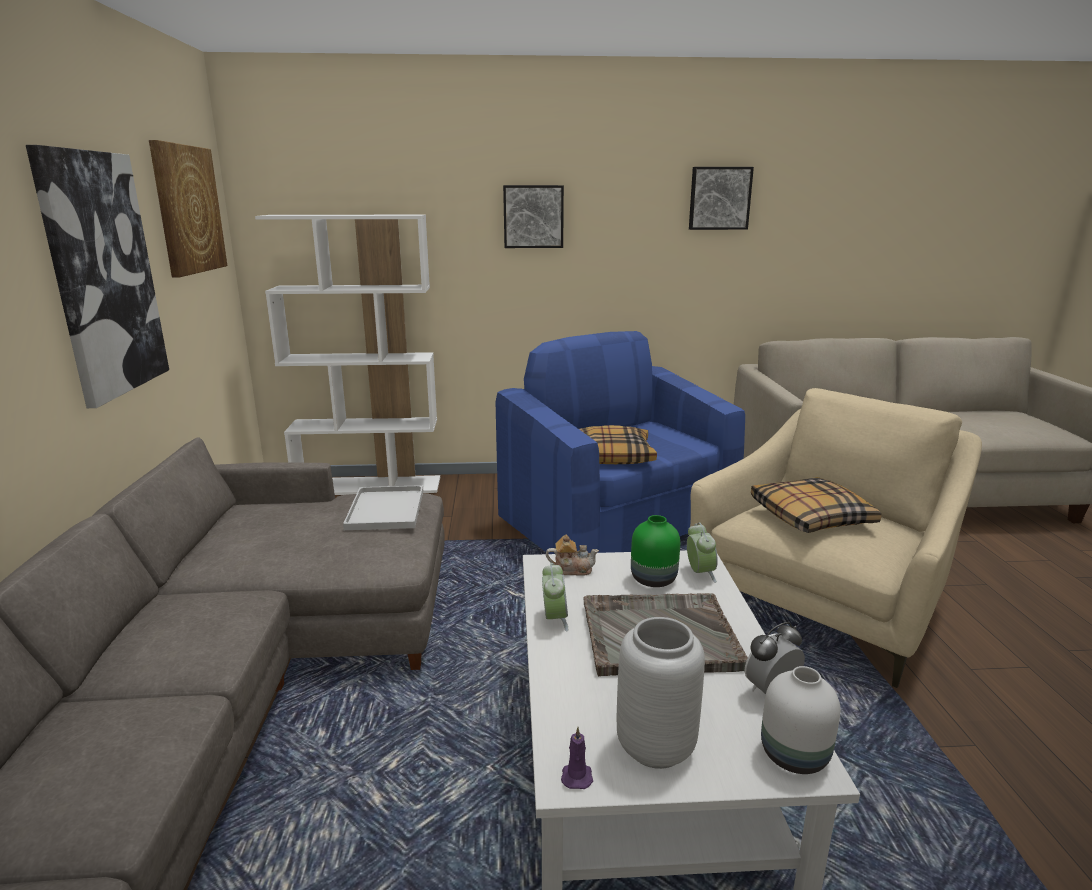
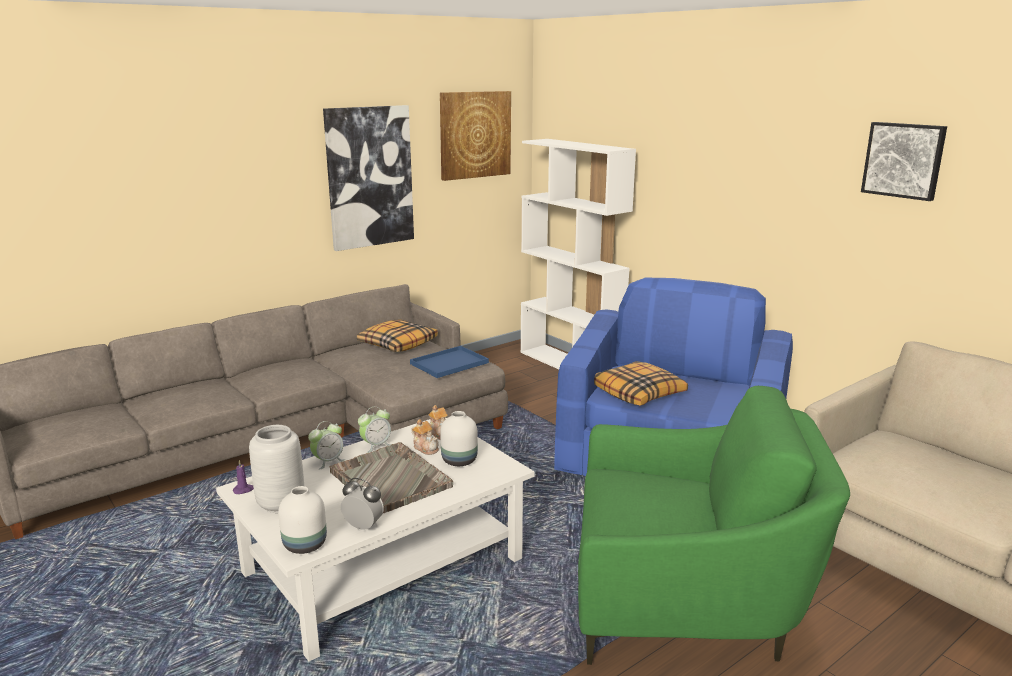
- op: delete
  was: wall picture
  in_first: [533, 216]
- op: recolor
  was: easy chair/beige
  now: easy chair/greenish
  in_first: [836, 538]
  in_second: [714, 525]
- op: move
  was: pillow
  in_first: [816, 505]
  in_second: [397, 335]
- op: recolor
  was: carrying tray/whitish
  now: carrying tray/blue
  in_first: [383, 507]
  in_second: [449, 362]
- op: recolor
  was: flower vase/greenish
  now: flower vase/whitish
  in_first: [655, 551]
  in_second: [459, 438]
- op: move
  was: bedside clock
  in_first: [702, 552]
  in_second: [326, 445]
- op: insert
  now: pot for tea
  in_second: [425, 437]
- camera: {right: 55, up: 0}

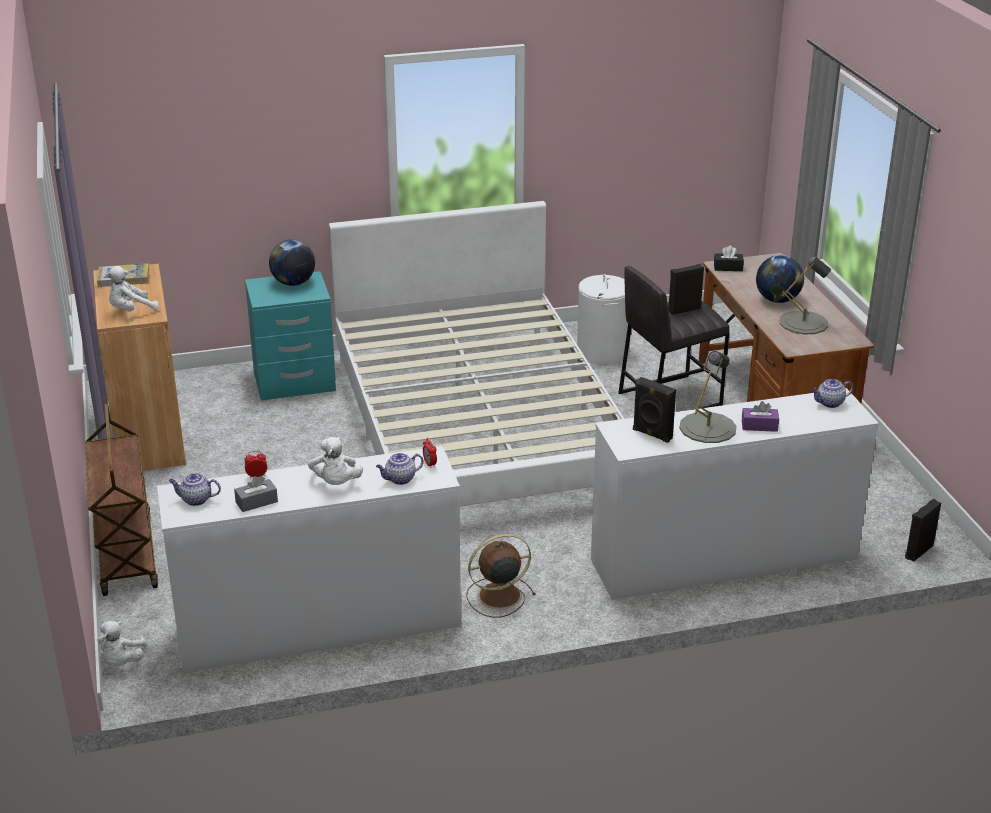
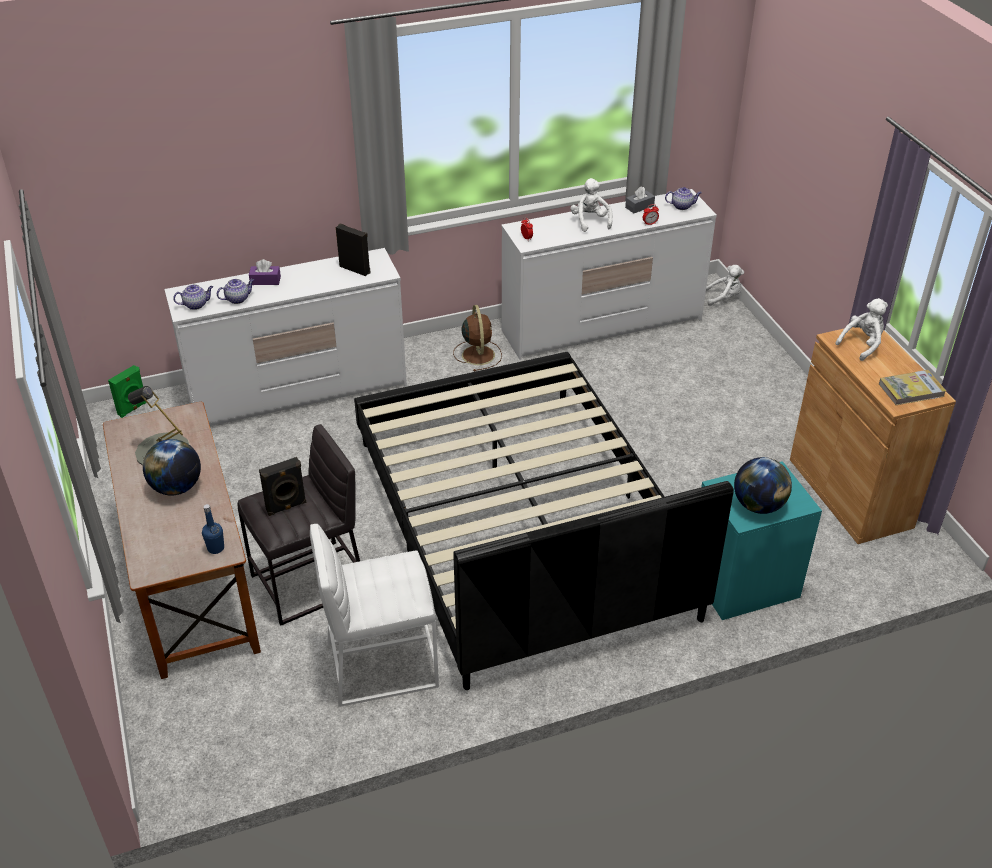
- op: recolor
  was: bed/whitish
  now: bed/black-coloured
  in_first: [476, 354]
  in_second: [544, 521]
- op: replace
  was: tissue box/black-coloured
  now: drink bottle/blue
  in_first: [729, 258]
  in_second: [213, 529]
- op: replace
  was: washing basket/whitish
  now: stool seat/whitish
  in_first: [602, 319]
  in_second: [374, 615]
- op: delete
  was: lamp for a table/grey
  in_first: [708, 397]
- op: delete
  was: cart/brown-coloured
  in_first: [121, 499]
- op: move
  was: pot for tea
  in_first: [400, 469]
  in_second: [235, 291]
- op: recolor
  was: loudspeaker/black-coloured
  now: loudspeaker/greenish
  in_first: [923, 530]
  in_second: [127, 391]
- op: rotate
  was: cooling fan/brown-coloured
  in_first: [501, 576]
  in_second: [477, 338]
  clockwise: -75
- op: rotate
  was: cuddly toy/whitish
  in_first: [122, 643]
  in_second: [725, 285]
  clockwise: 90
- camera: {right: 175, up: 10}

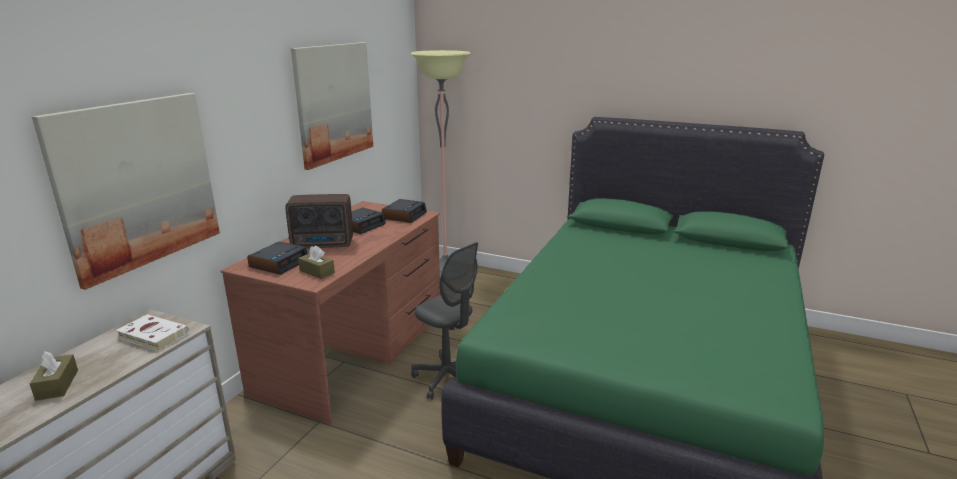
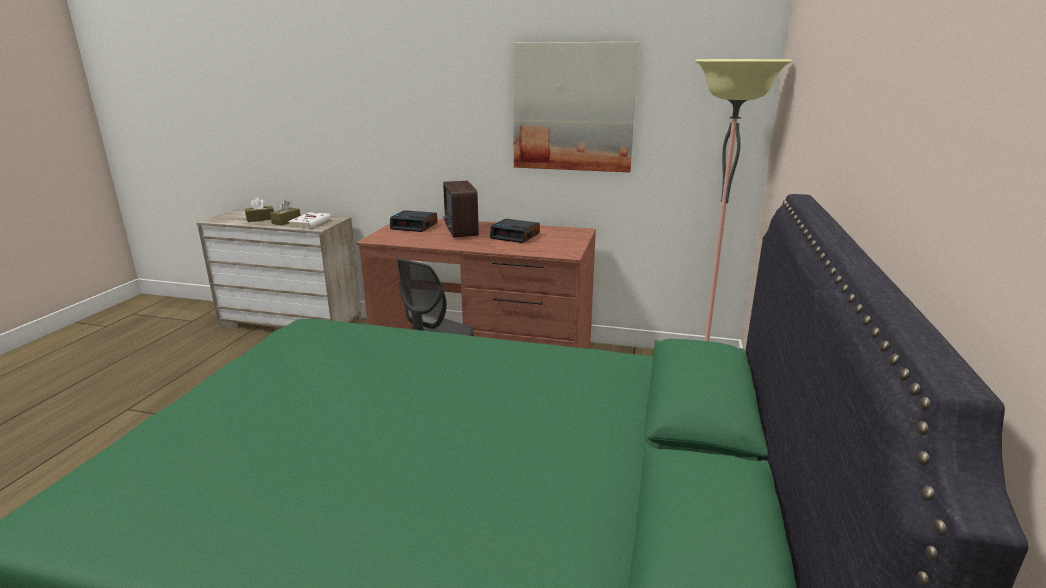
- op: delete
  was: wall picture
  in_first: [126, 191]
- op: delete
  was: bedside clock
  in_first: [404, 211]
- op: move
  was: tissue box/brown-coloured
  in_first: [316, 262]
  in_second: [285, 212]
- camera: {right: 80, up: 0}

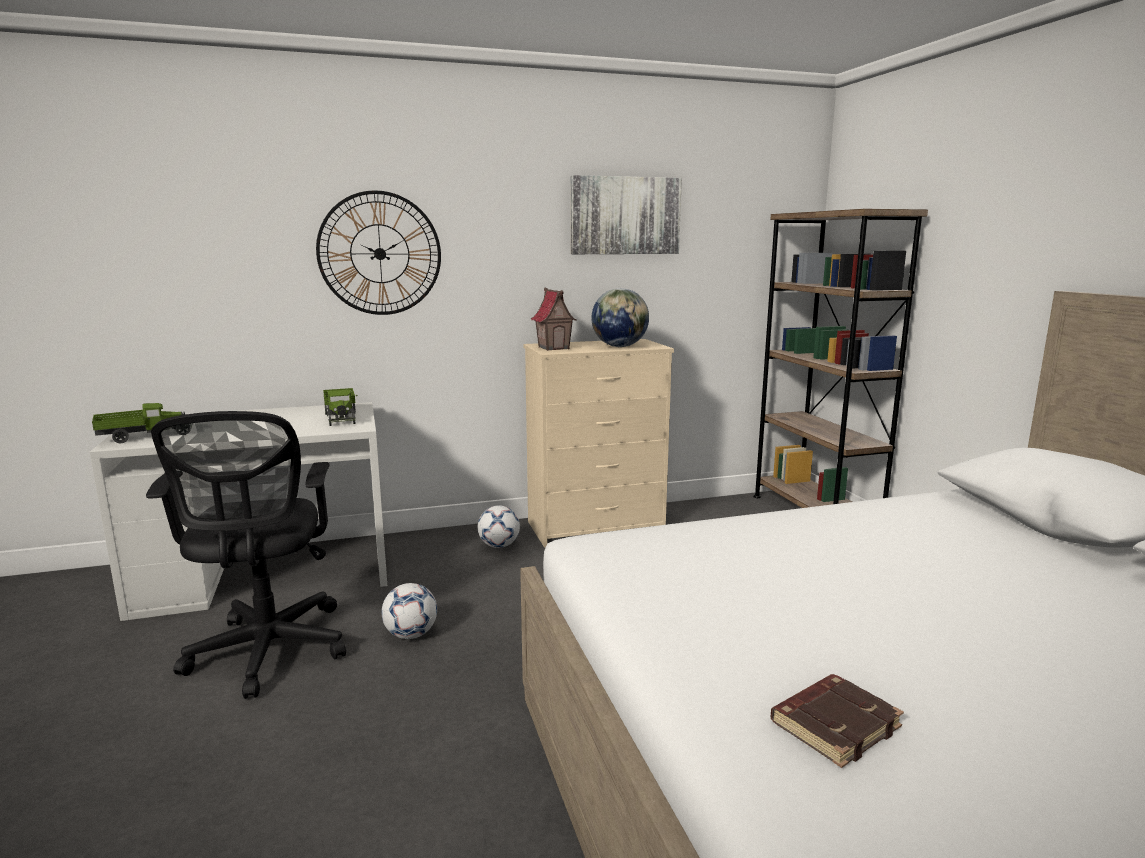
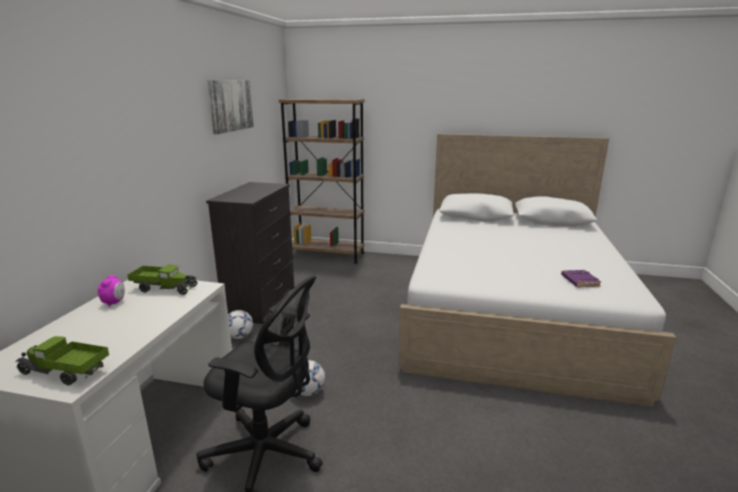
- op: delete
  was: hanging clock
  in_first: [378, 252]
- op: delete
  was: miniature house
  in_first: [554, 319]
- op: delete
  was: world globe
  in_first: [620, 317]
- op: recolor
  was: chest of drawers/beige
  now: chest of drawers/black-coloured
  in_first: [598, 443]
  in_second: [250, 253]
- op: rotate
  was: toy truck
  in_first: [139, 423]
  in_second: [62, 361]
  clockwise: -75
- op: recolor
  was: volume/brown-coloured
  now: volume/purplish
  in_first: [837, 721]
  in_second: [581, 278]
- op: insert
  now: bedside clock
  in_second: [111, 291]
- camera: {right: -60, up: 5}

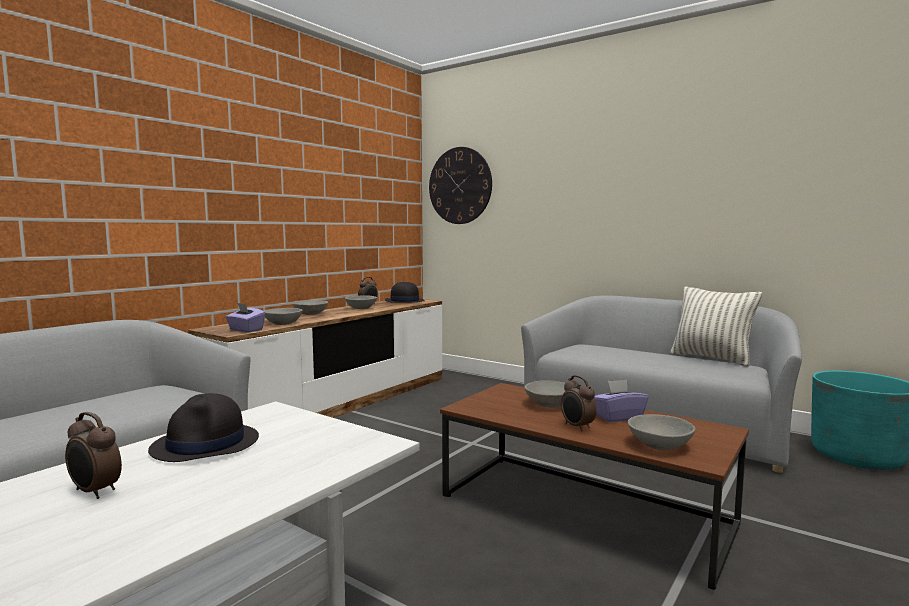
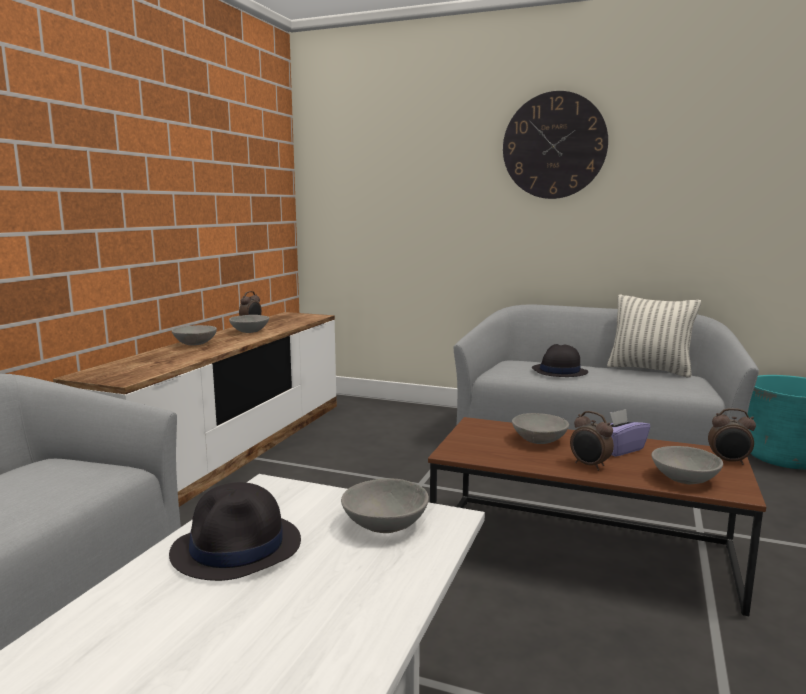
- op: move
  was: hanging clock
  in_first: [460, 185]
  in_second: [555, 145]
- op: move
  was: wearable hat/black-coloured
  in_first: [404, 292]
  in_second: [560, 360]
- op: delete
  was: tissue box/purplish
  in_first: [245, 317]
- op: move
  was: bowl/grey
  in_first: [283, 316]
  in_second: [385, 505]
- op: move
  was: bedside clock
  in_first: [93, 455]
  in_second: [732, 436]
- camera: {right: -15, up: 5}

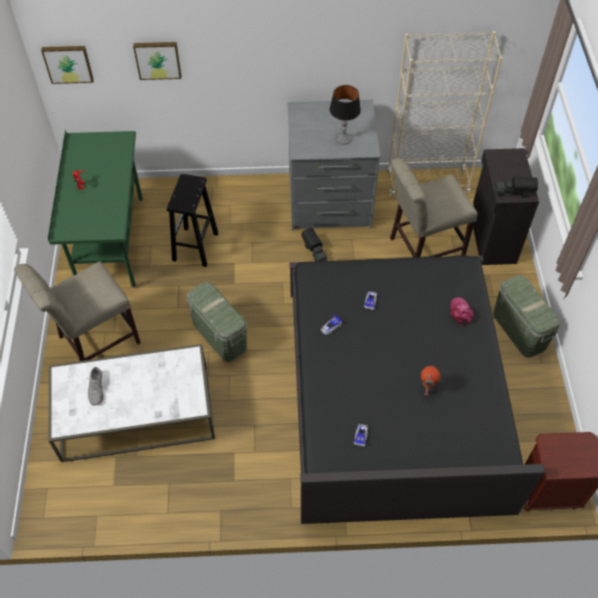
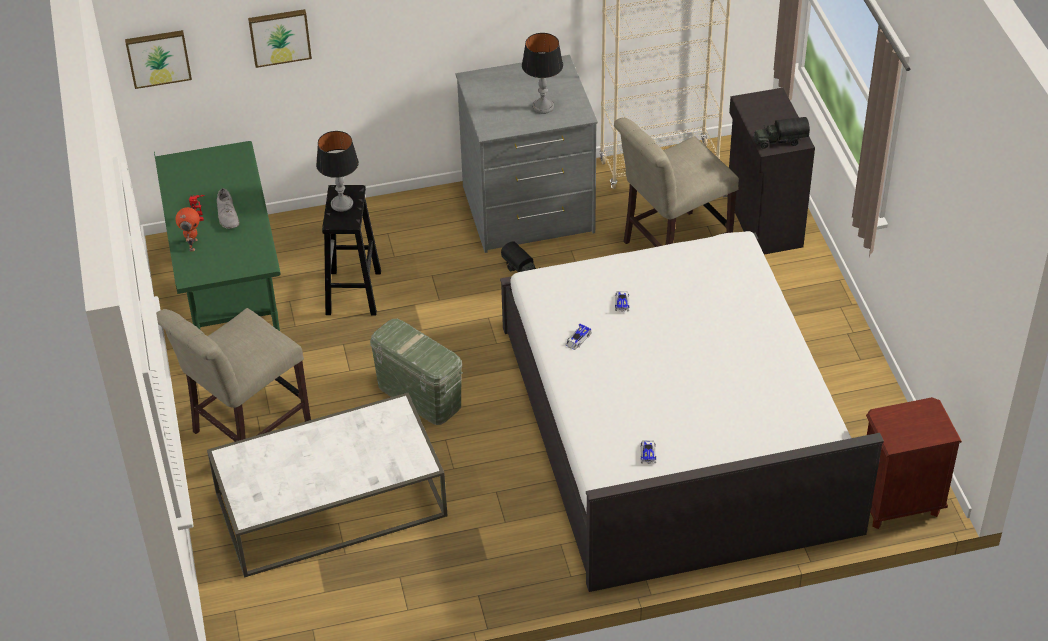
- op: recolor
  was: bed/black-coloured
  now: bed/whitish
  in_first: [417, 389]
  in_second: [692, 411]
- op: delete
  was: storage box/greenish
  in_first: [527, 316]
- op: delete
  was: peaked cap/pinkish
  in_first: [461, 311]
- op: move
  was: toy robot
  in_first: [430, 381]
  in_second: [188, 229]
- op: move
  was: shoe/grey
  in_first: [95, 386]
  in_second: [228, 208]
- op: insert
  now: lamp for a table
  in_second: [337, 171]
- camera: {right: -10, up: -10}

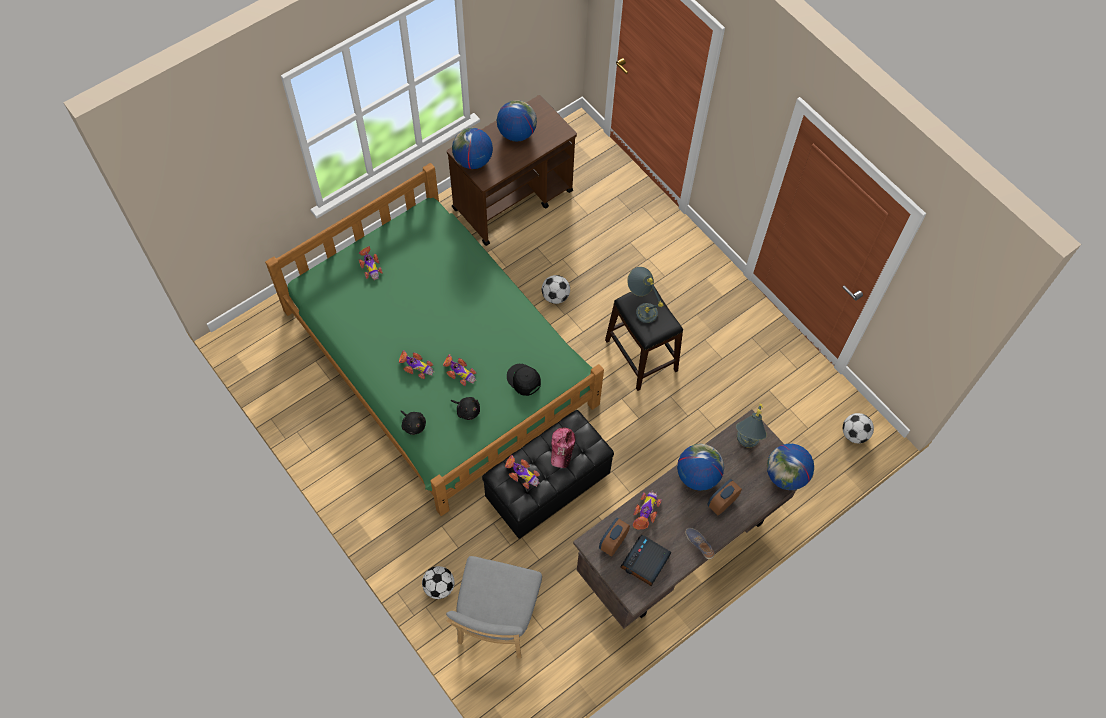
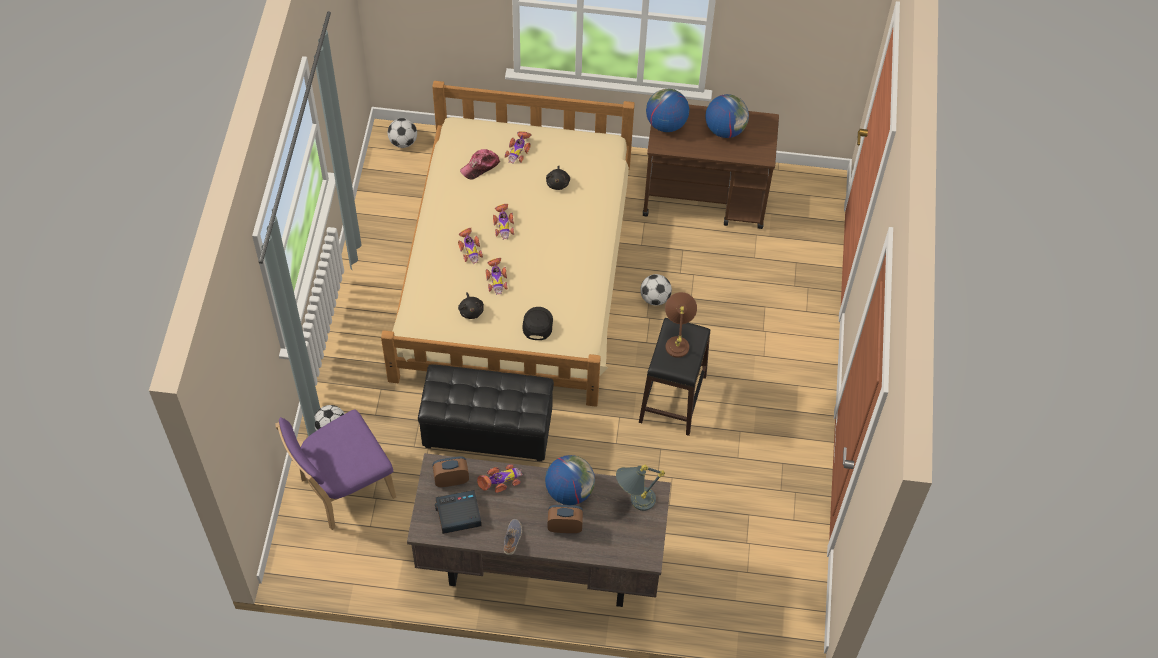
- op: recolor
  was: bed/greenish
  now: bed/beige
  in_first: [434, 339]
  in_second: [508, 244]
- op: recolor
  was: lamp for a table/grey
  now: lamp for a table/brown-coloured
  in_first: [645, 295]
  in_second: [681, 325]
- op: move
  was: cuddly toy/black-coloured
  in_first: [413, 422]
  in_second: [558, 177]
- op: move
  was: football
  in_first: [858, 428]
  in_second: [402, 133]
- op: move
  was: peaked cap
  in_first: [563, 447]
  in_second: [480, 164]
- op: delete
  was: world globe
  in_first: [790, 467]
- op: move
  was: toy car
  in_first: [522, 472]
  in_second: [503, 222]
- op: recolor
  was: chair/grey
  now: chair/purplish
  in_first: [494, 607]
  in_second: [335, 469]
- camera: {right: 45, up: -5}

